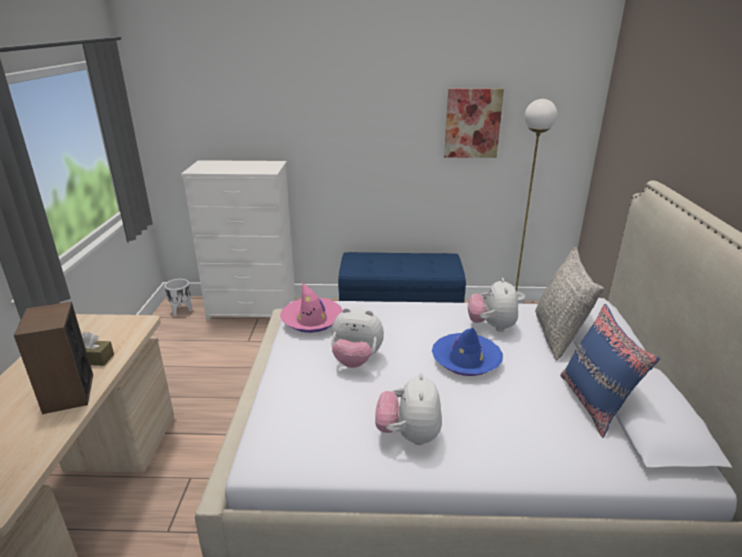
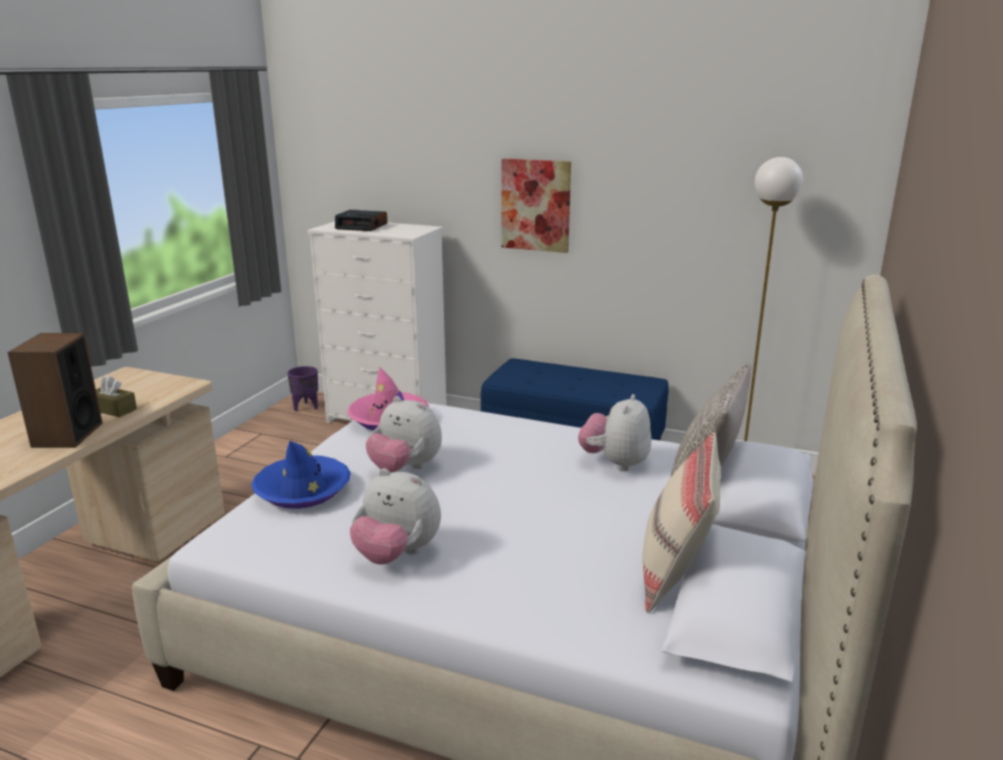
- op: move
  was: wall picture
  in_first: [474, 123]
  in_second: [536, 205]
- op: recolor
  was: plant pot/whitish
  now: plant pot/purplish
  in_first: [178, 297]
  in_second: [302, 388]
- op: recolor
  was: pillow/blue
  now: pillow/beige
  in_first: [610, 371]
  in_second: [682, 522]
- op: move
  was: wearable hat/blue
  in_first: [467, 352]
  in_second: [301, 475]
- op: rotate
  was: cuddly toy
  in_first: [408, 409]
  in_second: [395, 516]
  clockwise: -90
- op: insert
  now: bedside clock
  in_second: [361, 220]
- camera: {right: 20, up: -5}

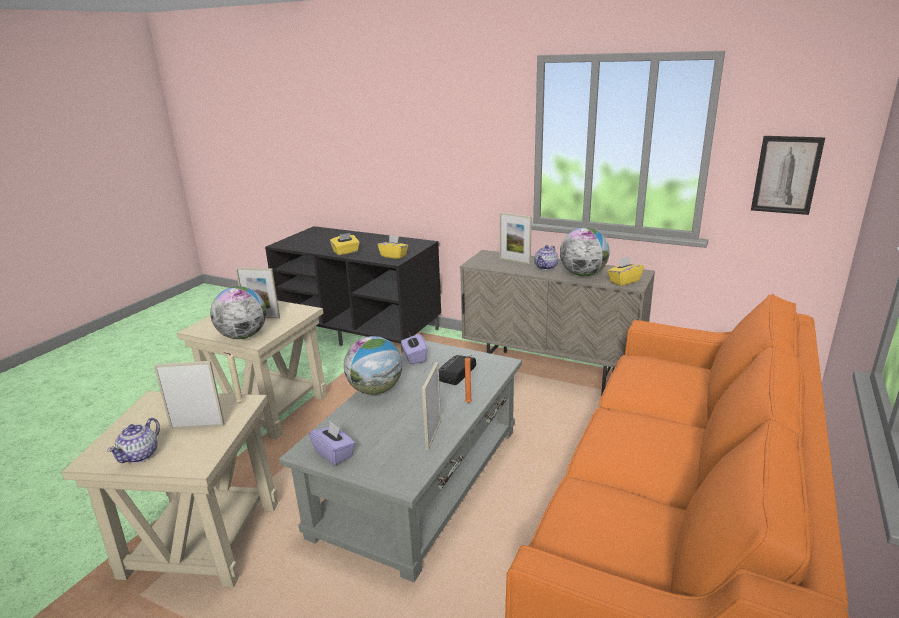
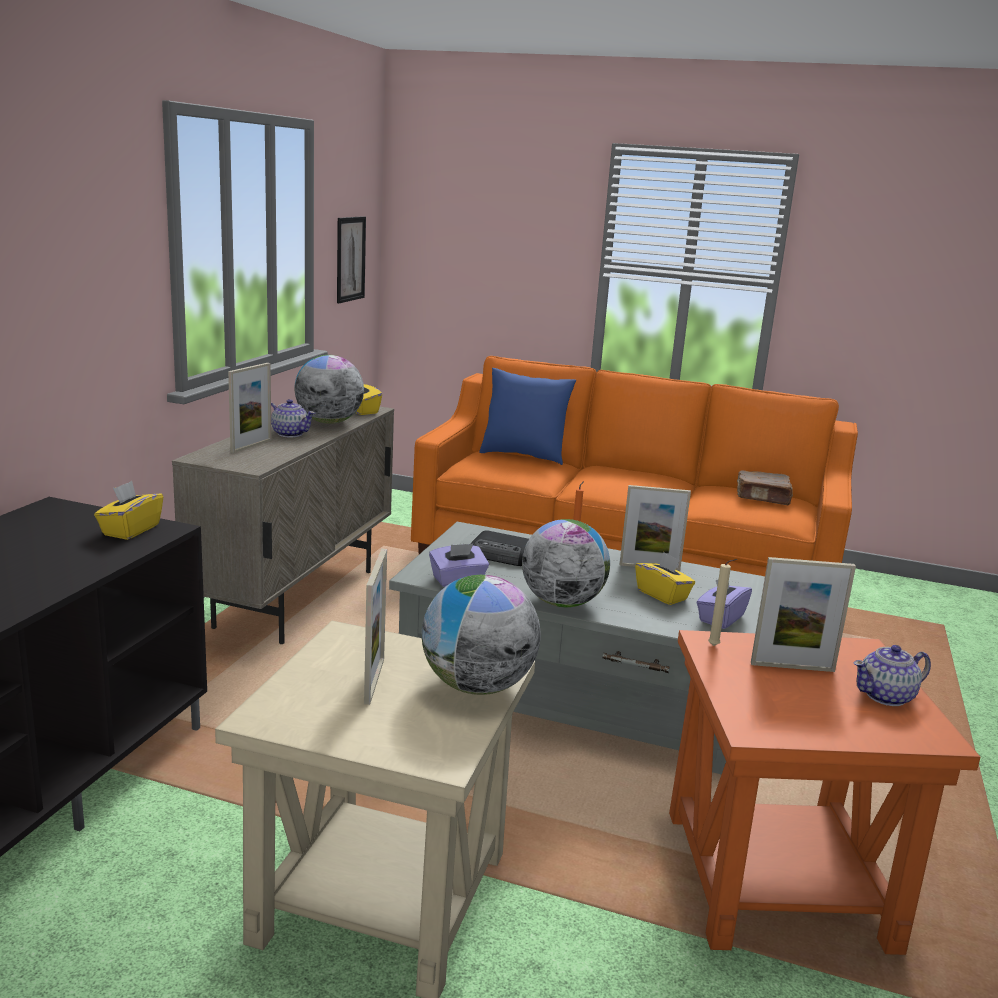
- op: move
  was: tissue box/yellowish
  in_first: [345, 244]
  in_second: [665, 578]
- op: rotate
  was: picture frame
  in_first: [189, 395]
  in_second: [803, 614]
  clockwise: -75
- op: recolor
  was: side table/beige
  now: side table/orange-coloured
  in_first: [170, 489]
  in_second: [825, 792]
- op: rotate
  was: pot for tea
  in_first: [133, 440]
  in_second: [892, 675]
  clockwise: 150
- op: insert
  now: pillow/blue
  in_second: [527, 416]
- op: insert
  now: volume/brown-coloured
  in_second: [765, 487]
- camera: {right: -100, up: -5}

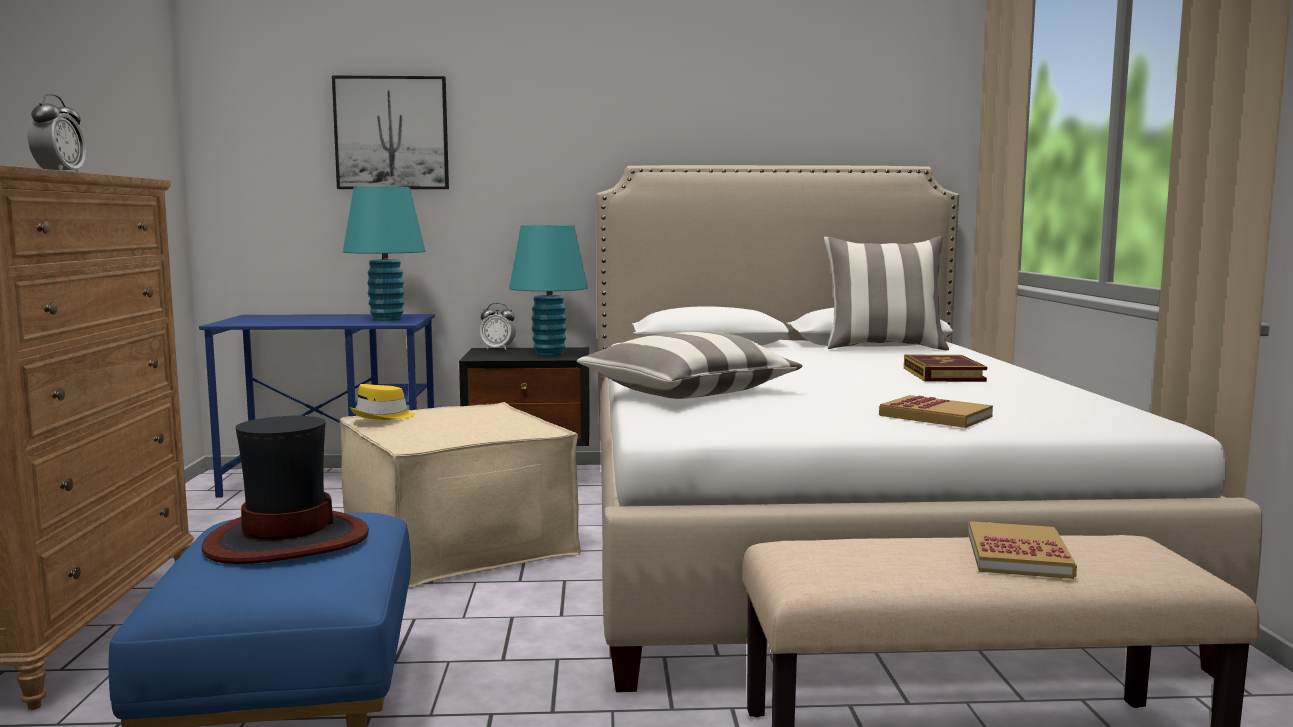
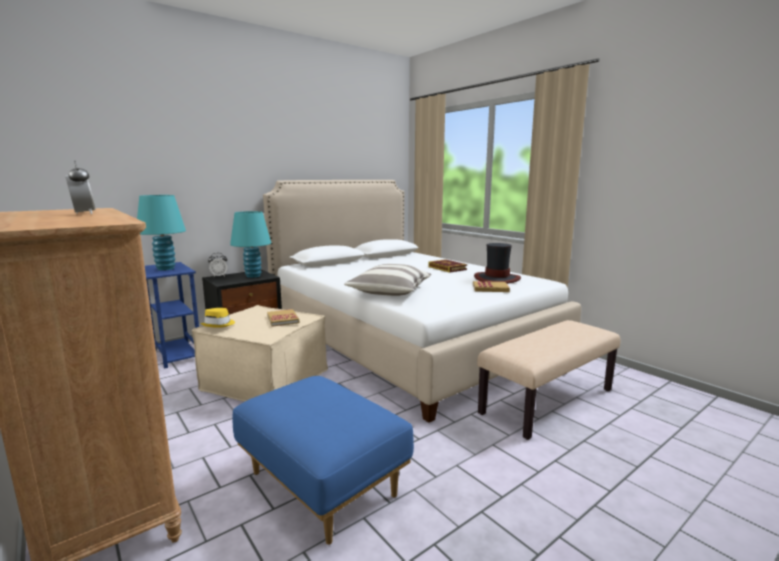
- op: delete
  was: wall picture
  in_first: [390, 132]
- op: delete
  was: pillow
  in_first: [886, 293]
- op: move
  was: wearable hat
  in_first: [285, 490]
  in_second: [497, 263]
- op: move
  was: volume
  in_first: [1023, 550]
  in_second: [283, 318]
- camera: {right: -35, up: 5}

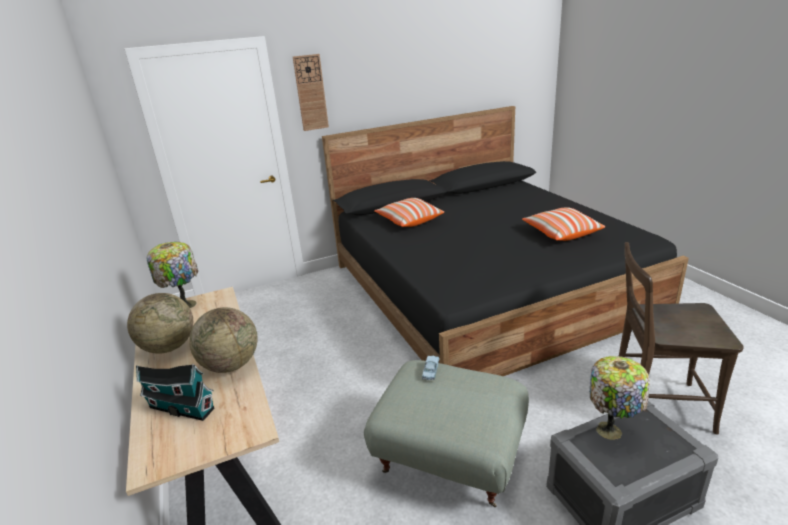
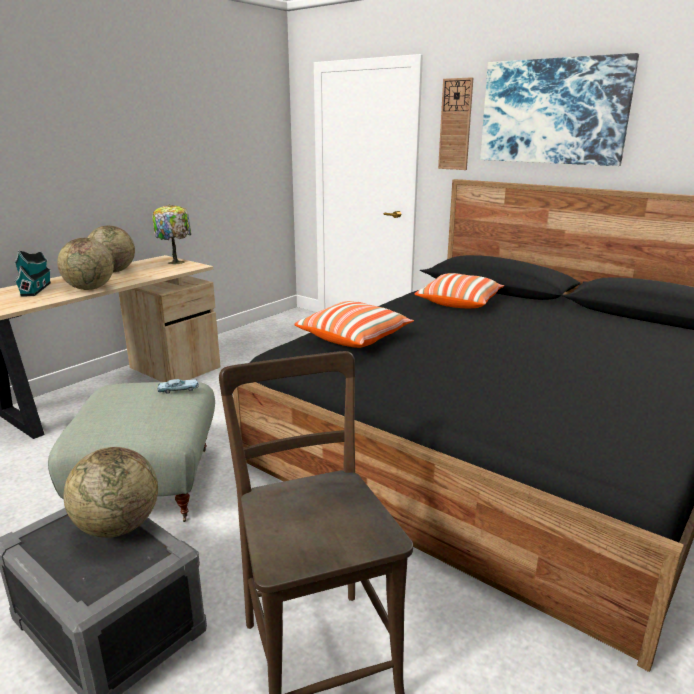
- op: move
  was: pillow
  in_first: [563, 224]
  in_second: [354, 324]
- op: replace
  was: lamp for a table
  now: world globe
  in_first: [620, 398]
  in_second: [111, 492]
- op: insert
  now: wall picture
  in_second: [559, 109]
- camera: {right: 60, up: -5}

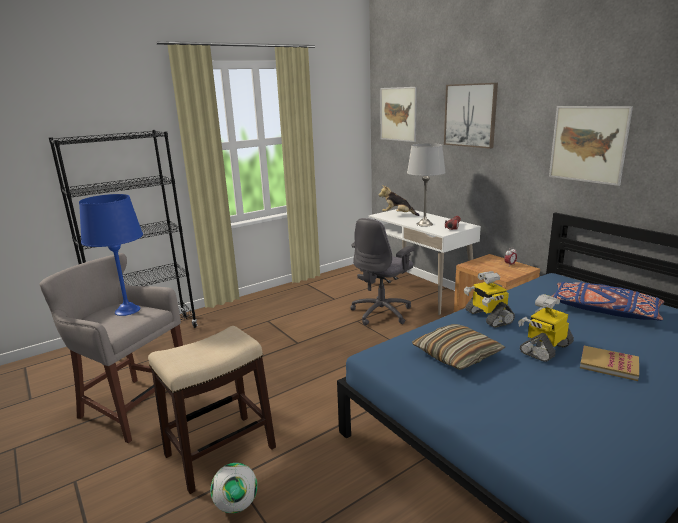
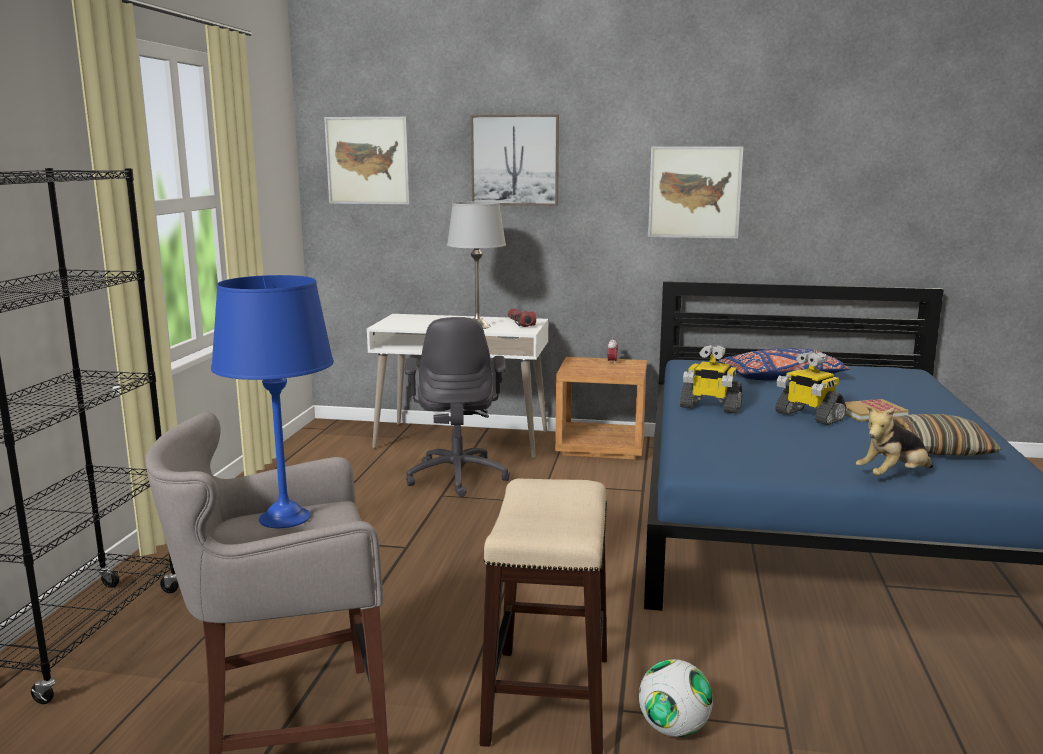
- op: move
  was: cuddly toy
  in_first: [399, 200]
  in_second: [894, 441]
- op: rotate
  was: toy robot
  in_first: [546, 328]
  in_second: [811, 388]
  clockwise: -45
- op: move
  was: pillow
  in_first: [458, 347]
  in_second: [947, 435]
- camera: {right: -45, up: -5}

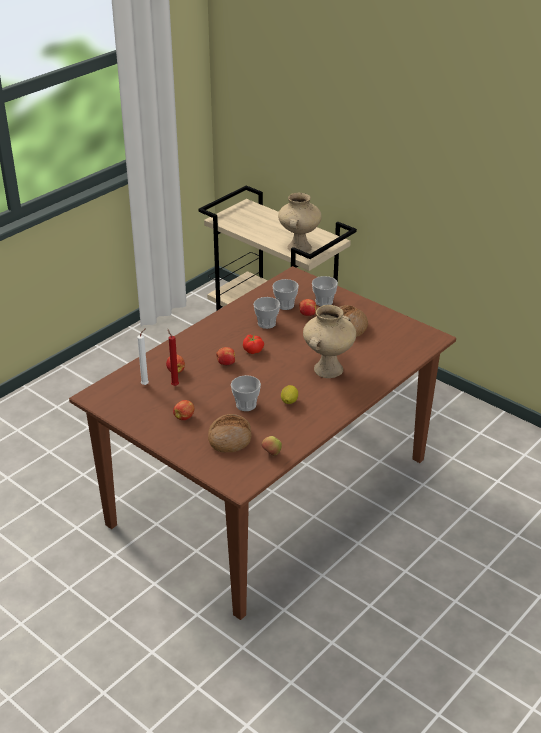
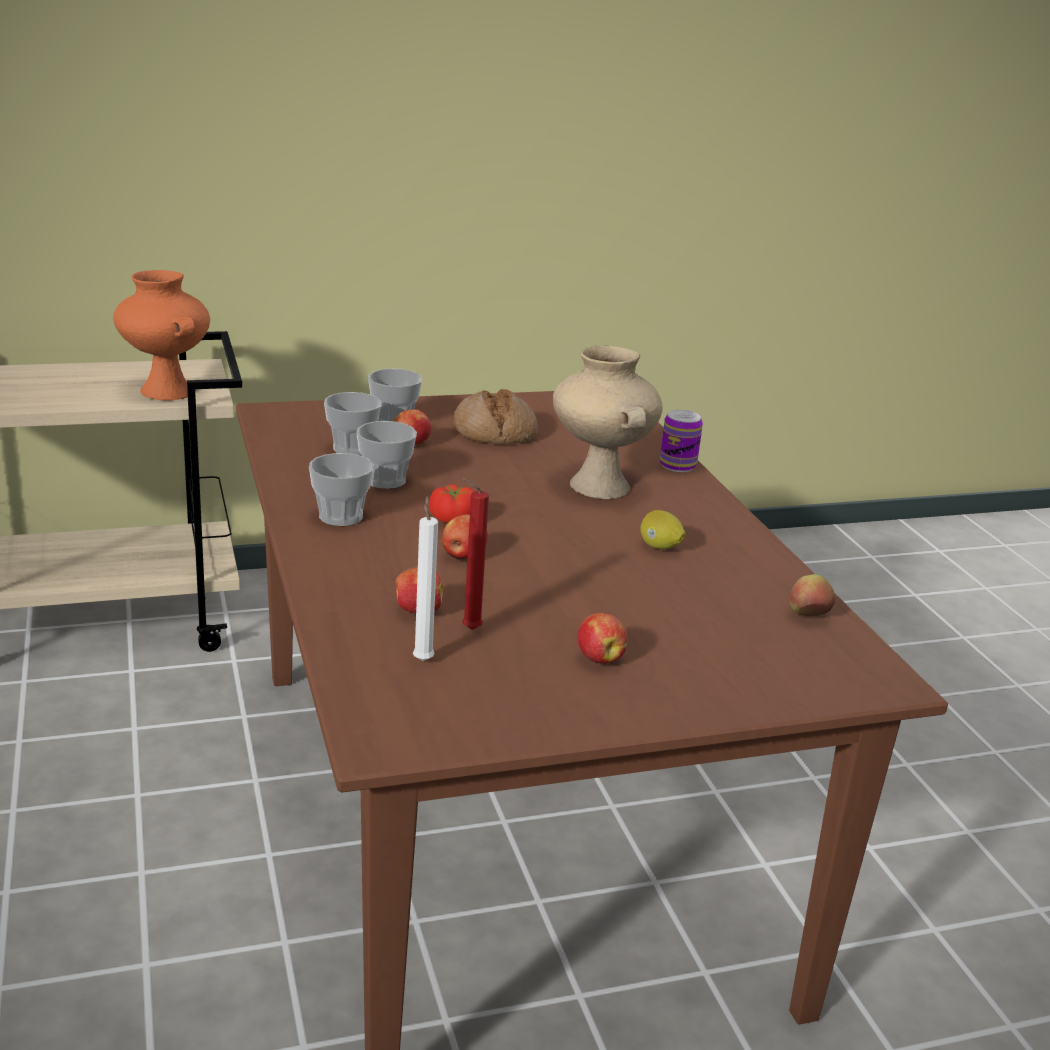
- op: recolor
  was: flower vase/beige
  now: flower vase/orange-coloured
  in_first: [300, 223]
  in_second: [161, 335]
- op: move
  was: drinking cup
  in_first: [246, 393]
  in_second: [341, 489]
- op: delete
  was: bakery bread
  in_first: [230, 433]
- op: insert
  now: sealed can
  in_second: [681, 441]
- camera: {right: -60, up: -10}

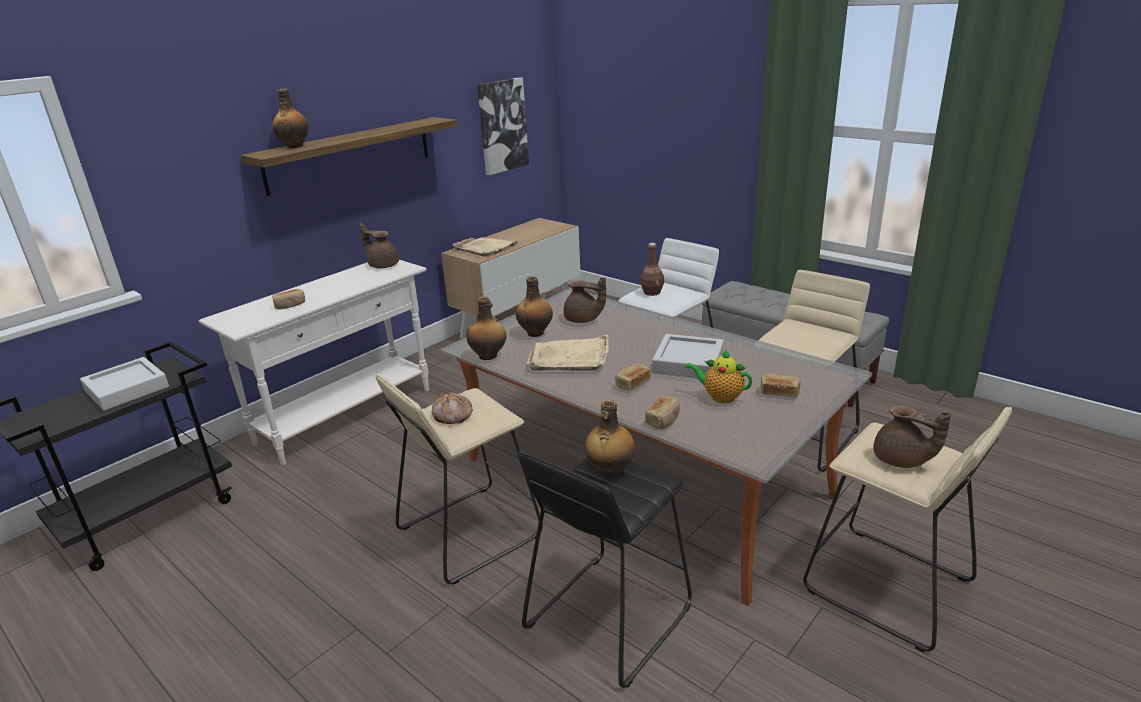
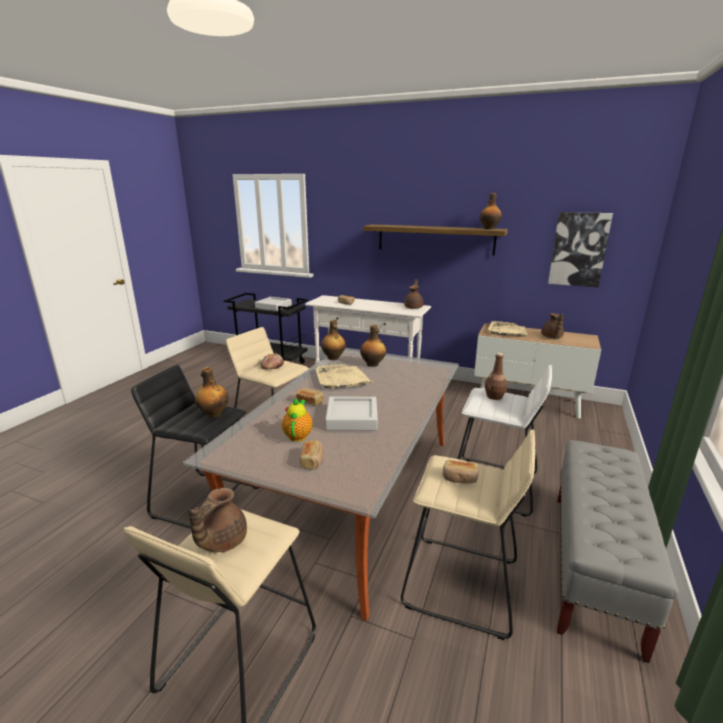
- op: move
  was: drink bottle
  in_first: [290, 118]
  in_second: [491, 211]
- op: move
  was: pot for tea/brown-coloured
  in_first: [585, 300]
  in_second: [552, 325]
- op: move
  was: bakery bread
  in_first: [662, 412]
  in_second: [461, 472]
- camera: {right: 70, up: -5}

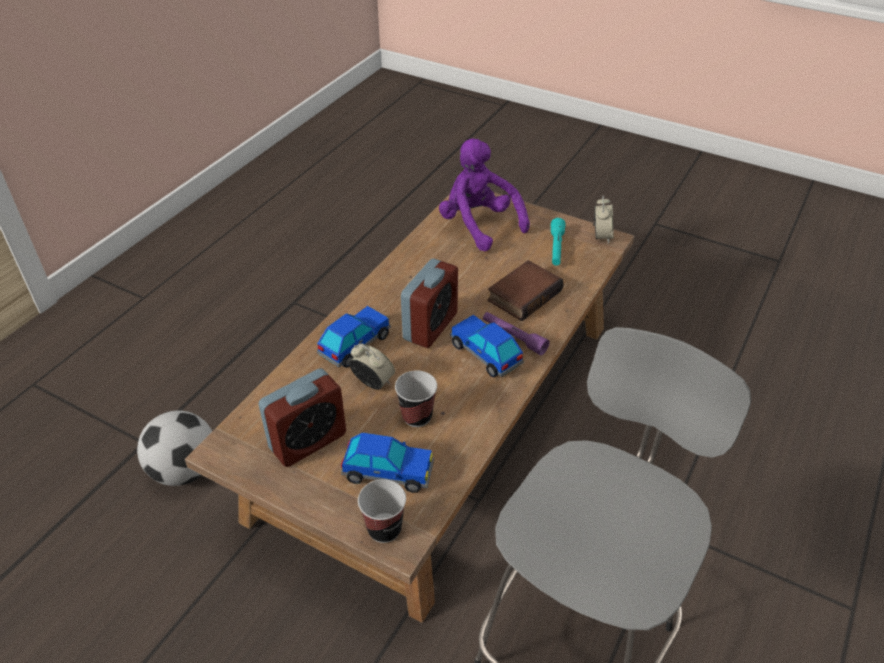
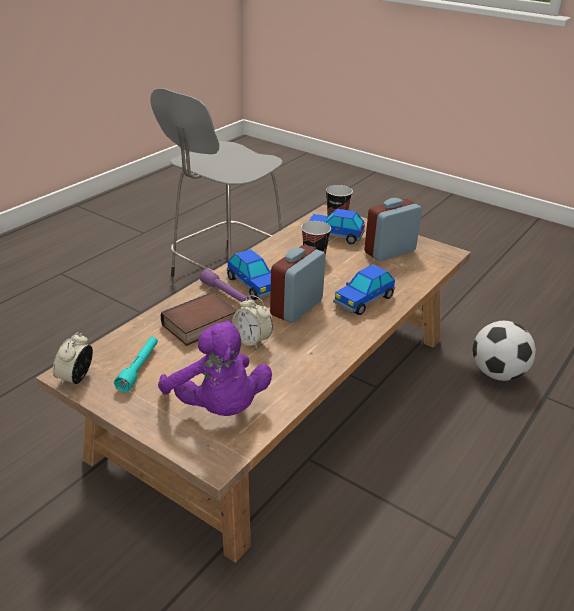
- op: move
  was: bedside clock
  in_first: [372, 367]
  in_second: [252, 321]
- camera: {right: -175, up: -10}

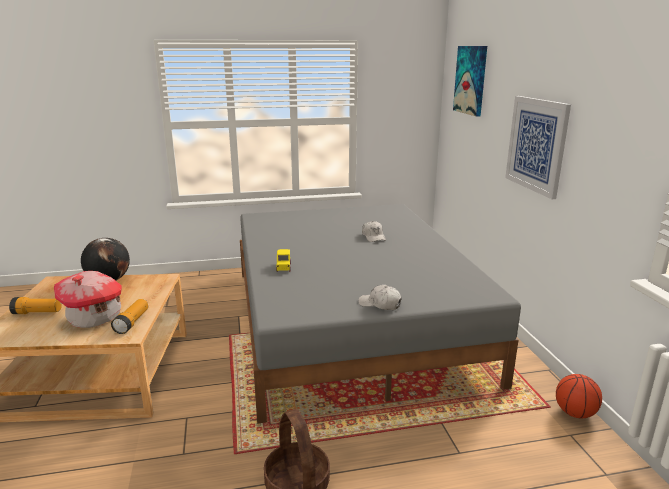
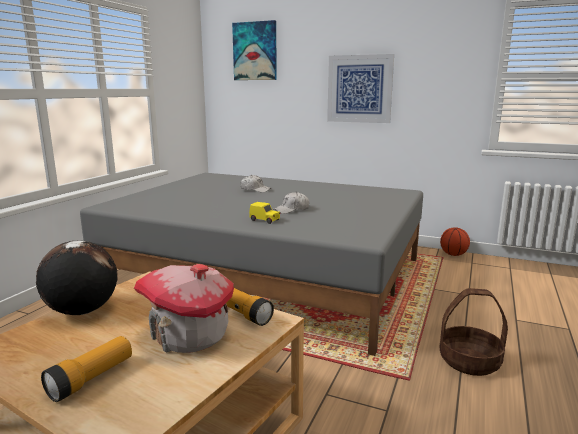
- op: move
  was: peaked cap/whitish
  in_first: [380, 297]
  in_second: [291, 203]
- camera: {right: -55, up: -5}

